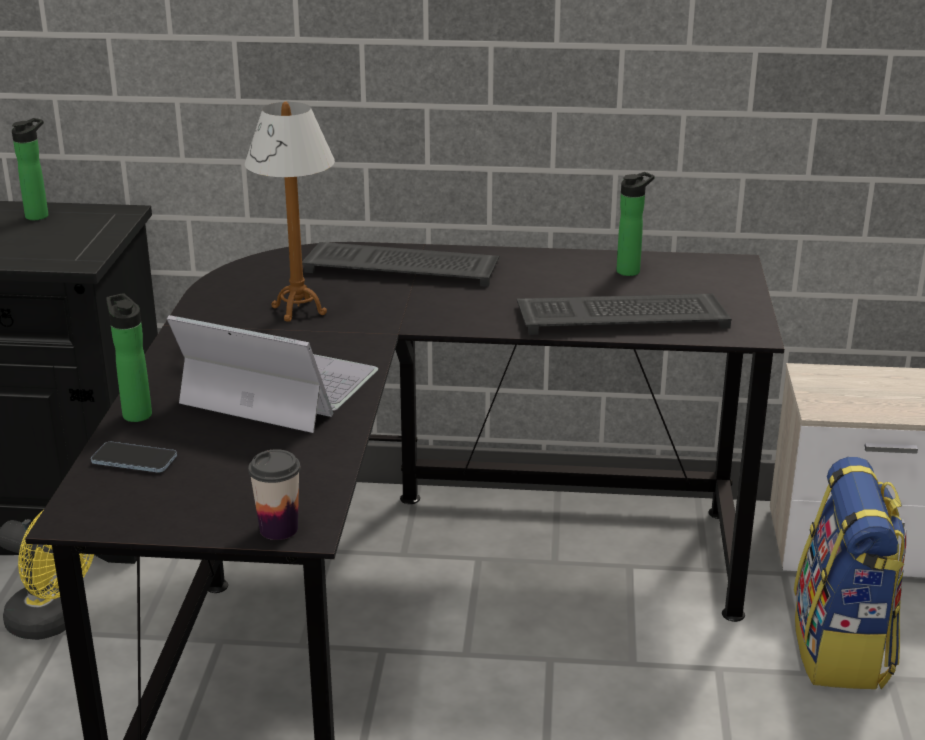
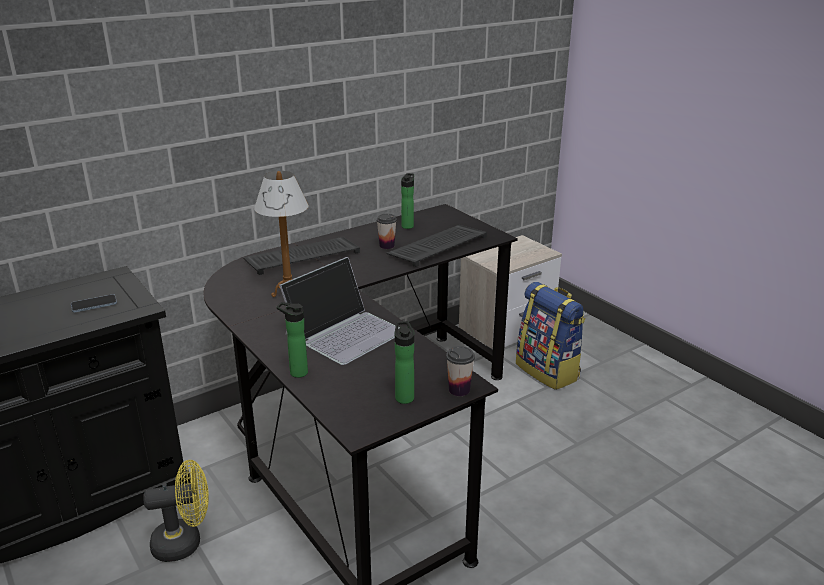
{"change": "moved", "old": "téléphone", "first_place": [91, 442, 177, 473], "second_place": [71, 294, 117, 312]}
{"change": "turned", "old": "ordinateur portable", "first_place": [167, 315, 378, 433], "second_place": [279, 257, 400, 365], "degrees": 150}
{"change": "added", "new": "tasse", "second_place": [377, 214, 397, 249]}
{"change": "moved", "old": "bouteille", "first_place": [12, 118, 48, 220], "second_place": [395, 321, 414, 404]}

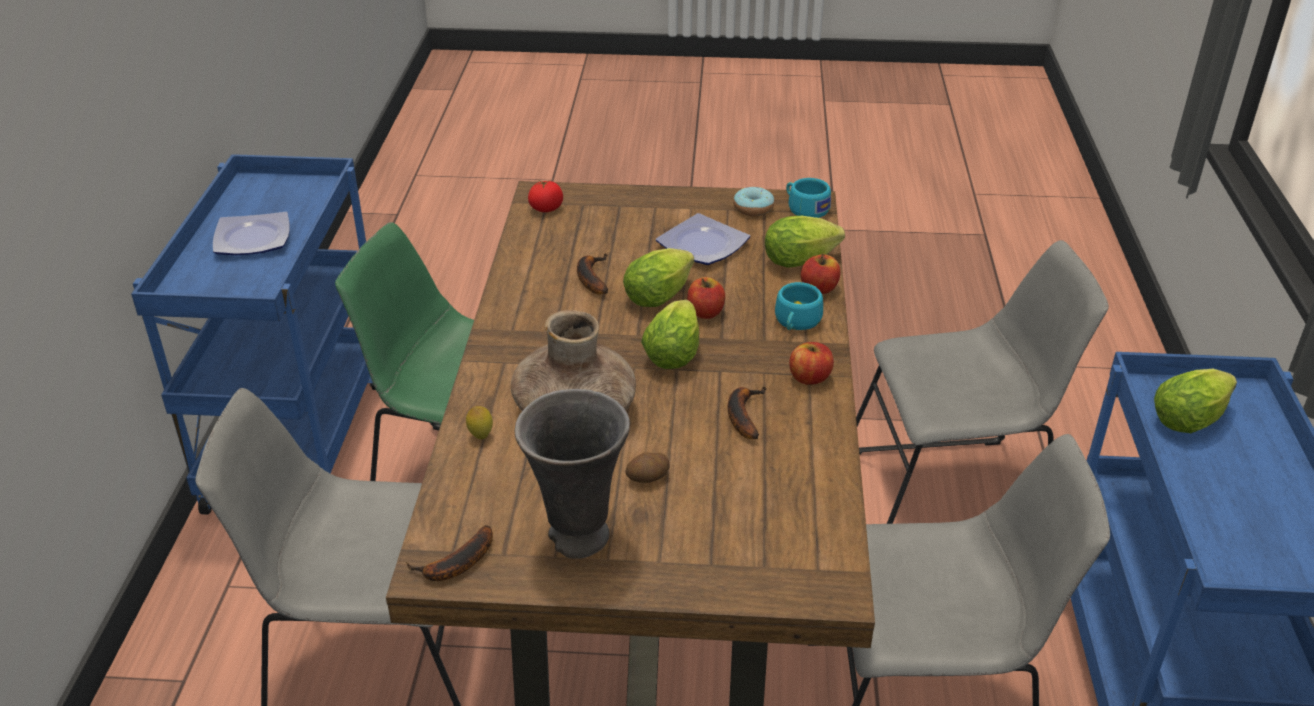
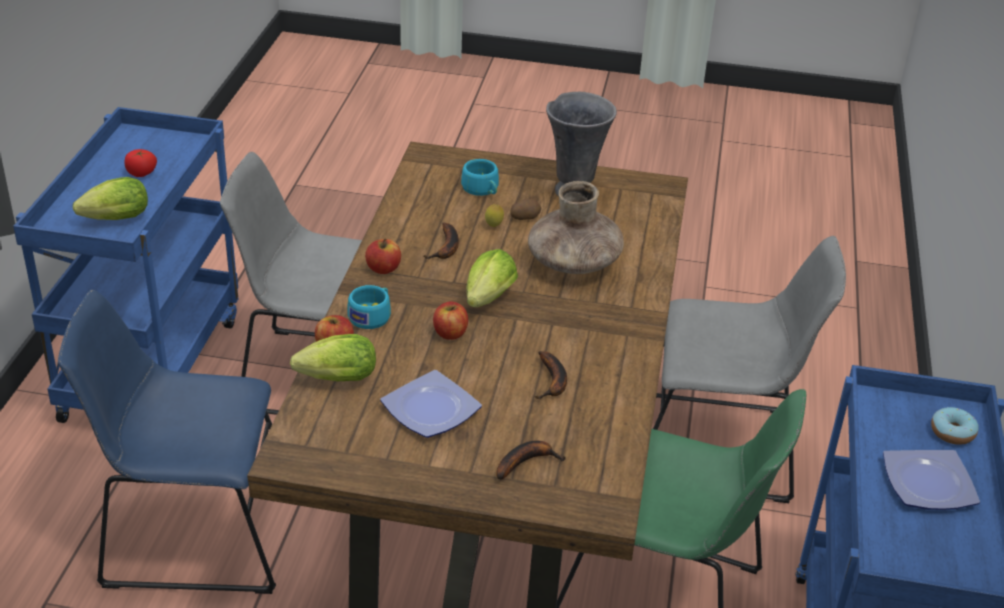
{"change": "recoloured", "old": "chaise/gris", "new": "chaise/bleu", "first_place": [856, 240, 1109, 524], "second_place": [58, 290, 276, 594]}
{"change": "moved", "old": "tomate", "first_place": [528, 180, 563, 212], "second_place": [124, 149, 157, 177]}
{"change": "moved", "old": "tasse/turquoise", "first_place": [786, 178, 831, 218], "second_place": [461, 159, 499, 196]}
{"change": "moved", "old": "citron", "first_place": [466, 406, 493, 439], "second_place": [485, 204, 504, 227]}
{"change": "moved", "old": "banane", "first_place": [405, 525, 493, 581], "second_place": [496, 440, 566, 480]}
{"change": "moved", "old": "beignet", "first_place": [733, 187, 774, 216], "second_place": [931, 407, 979, 445]}
{"change": "removed", "old": "laitue", "first_place": [623, 248, 694, 307]}

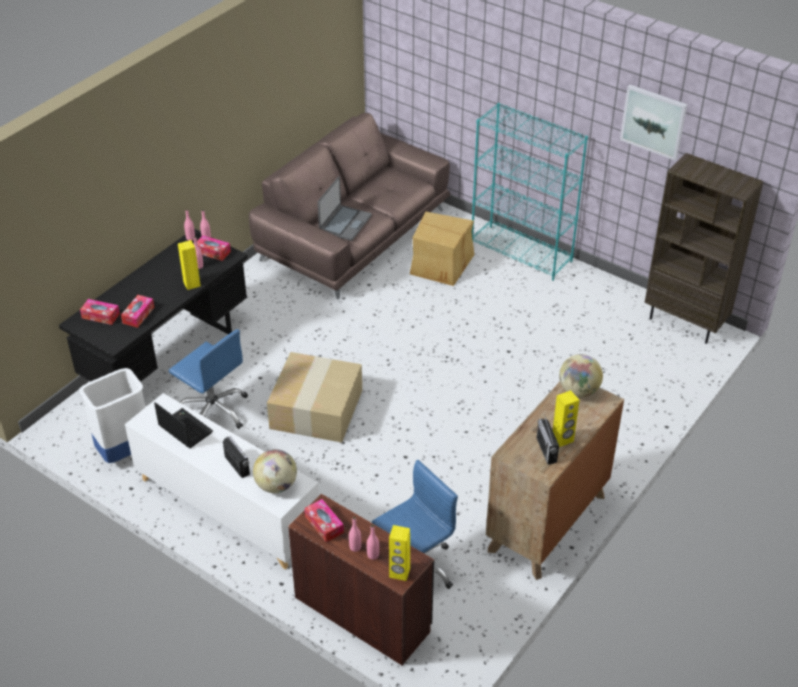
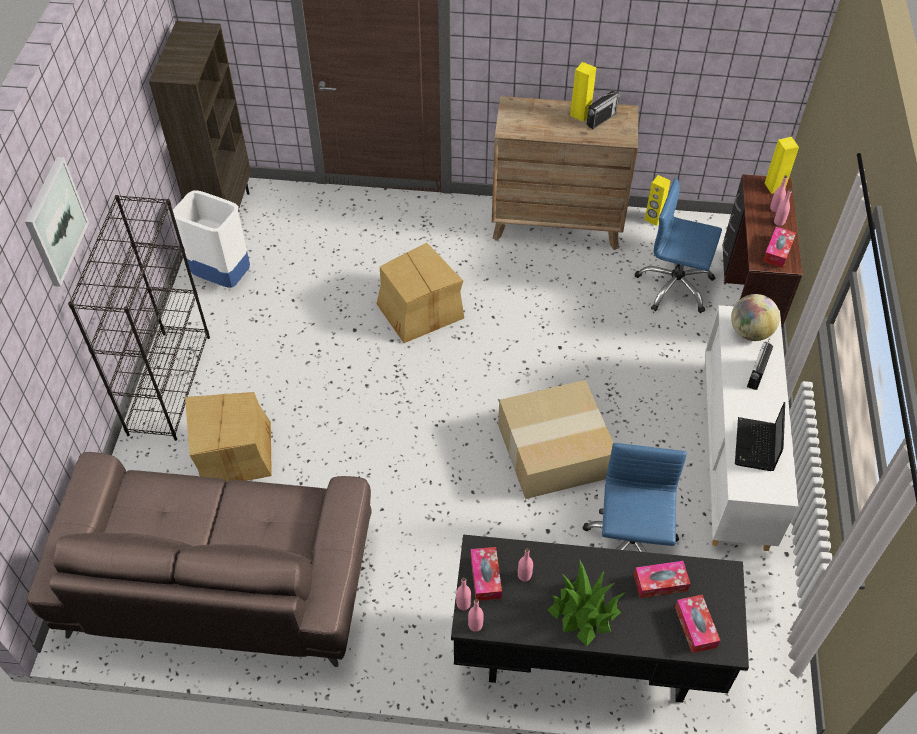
{"change": "moved", "old": "tableau", "first_place": [620, 85, 687, 160], "second_place": [25, 157, 89, 287]}
{"change": "recoloured", "old": "bibliothèque/turquoise", "new": "bibliothèque/noir", "first_place": [472, 103, 588, 281], "second_place": [68, 195, 210, 441]}
{"change": "moved", "old": "poubelle/blanc", "first_place": [79, 368, 145, 463], "second_place": [173, 191, 250, 288]}
{"change": "added", "new": "carton", "second_place": [377, 243, 464, 343]}
{"change": "added", "new": "plante en pot", "second_place": [547, 560, 624, 646]}
{"change": "moved", "old": "enceinte/jaune", "first_place": [178, 240, 201, 290], "second_place": [645, 175, 671, 226]}
{"change": "removed", "old": "ordinateur portable", "first_place": [318, 177, 372, 241]}
{"change": "removed", "old": "globe", "first_place": [559, 354, 603, 397]}

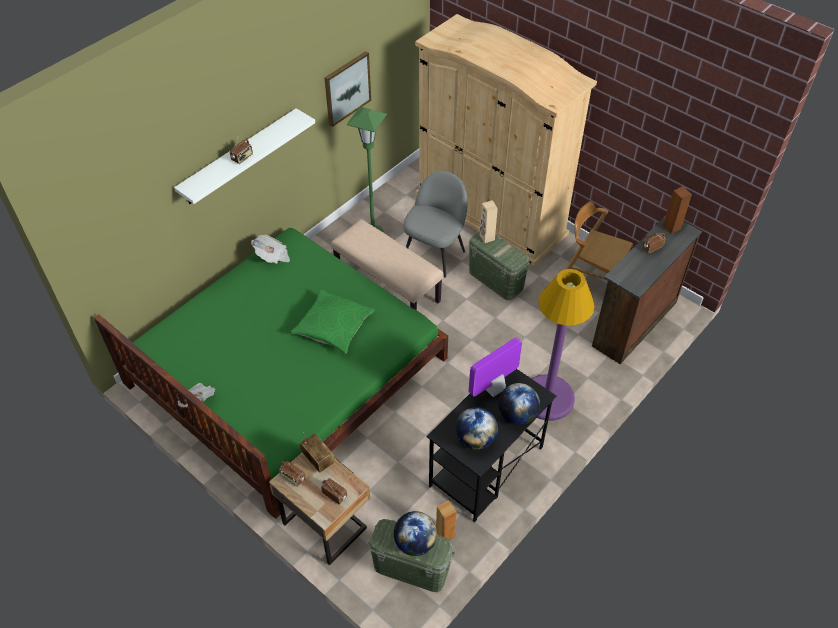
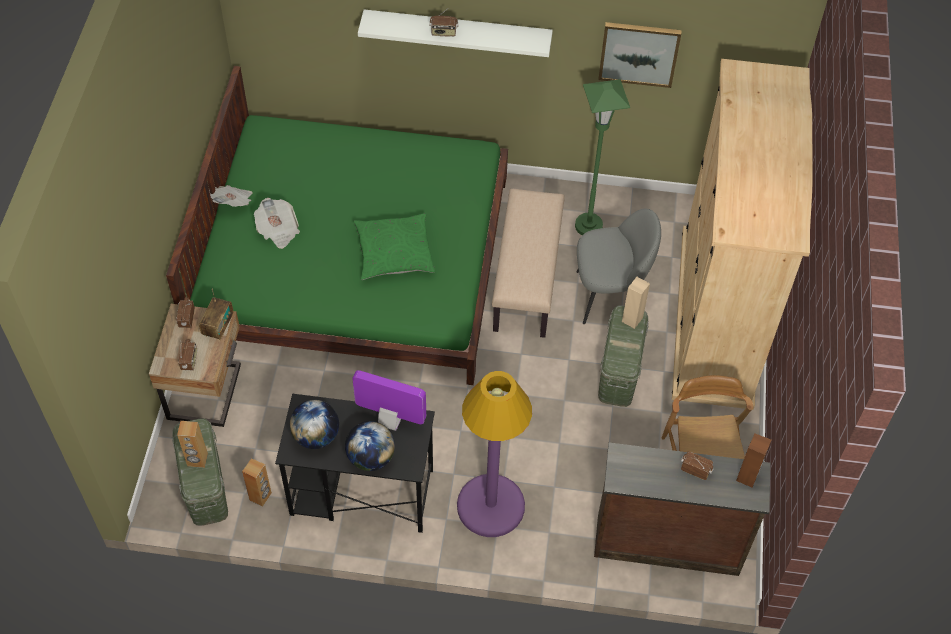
{"change": "replaced", "old": "globe", "new": "enceinte/marron", "first_place": [394, 511, 437, 556], "second_place": [177, 421, 208, 468]}
{"change": "moved", "old": "journal", "first_place": [251, 235, 290, 264], "second_place": [254, 198, 300, 249]}

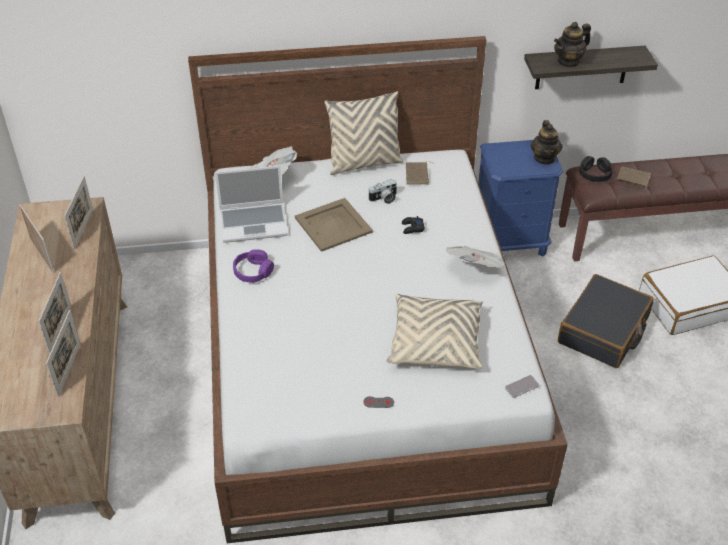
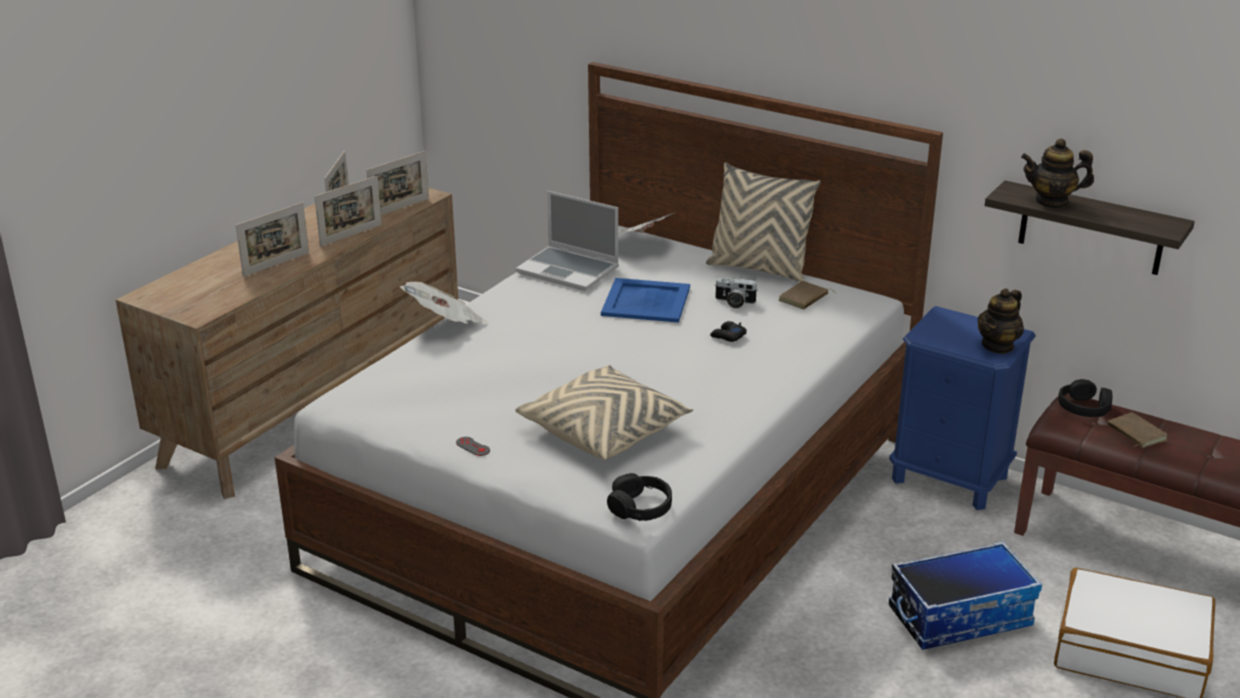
{"change": "moved", "old": "cadre photo", "first_place": [46, 310, 81, 397], "second_place": [314, 176, 382, 246]}
{"change": "moved", "old": "journal", "first_place": [446, 246, 504, 268], "second_place": [400, 281, 487, 324]}
{"change": "recoloured", "old": "plateau/beige", "new": "plateau/bleu", "first_place": [295, 198, 373, 252], "second_place": [601, 278, 690, 323]}
{"change": "replaced", "old": "téléphone", "new": "casque audio/noir", "first_place": [505, 375, 539, 398], "second_place": [607, 473, 672, 521]}
{"change": "replaced", "old": "valise/noir", "new": "boîte de rangement", "first_place": [558, 274, 654, 368], "second_place": [889, 541, 1042, 650]}
{"change": "removed", "old": "casque audio/violet", "first_place": [233, 249, 274, 283]}

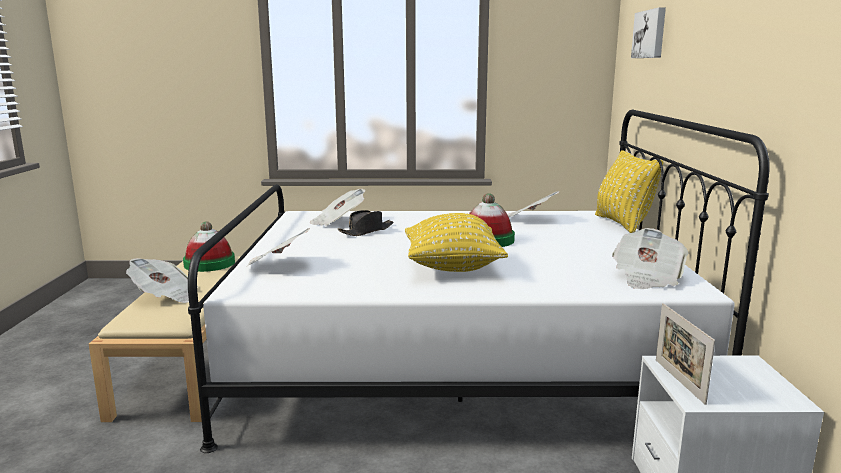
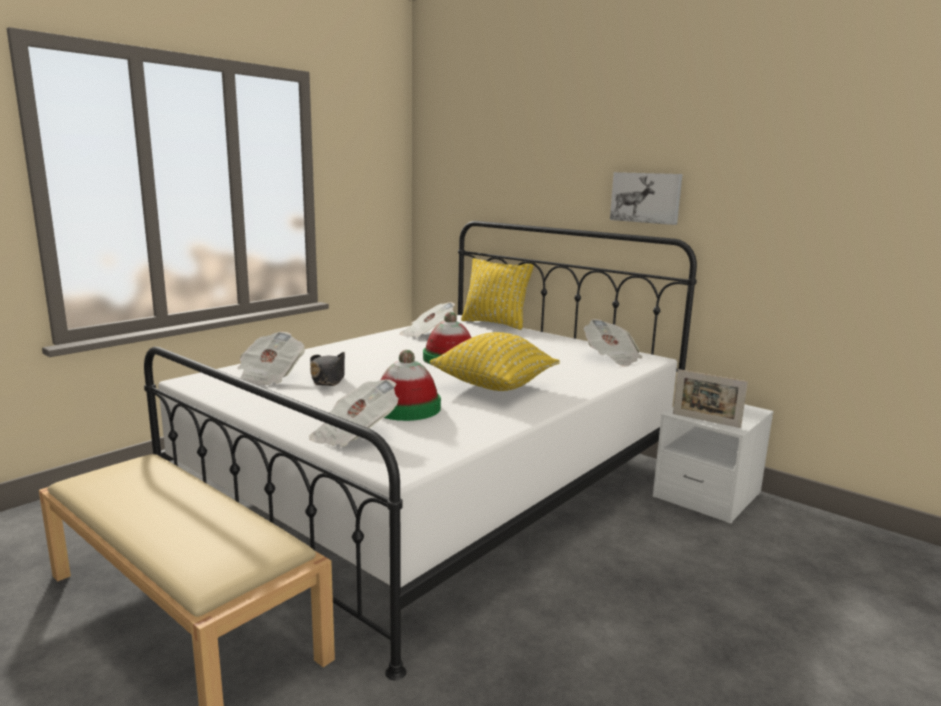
{"change": "moved", "old": "chapeau", "first_place": [183, 221, 235, 272], "second_place": [381, 350, 441, 421]}
{"change": "moved", "old": "tableau", "first_place": [631, 7, 666, 58], "second_place": [610, 172, 682, 225]}
{"change": "removed", "old": "journal", "first_place": [126, 258, 198, 303]}

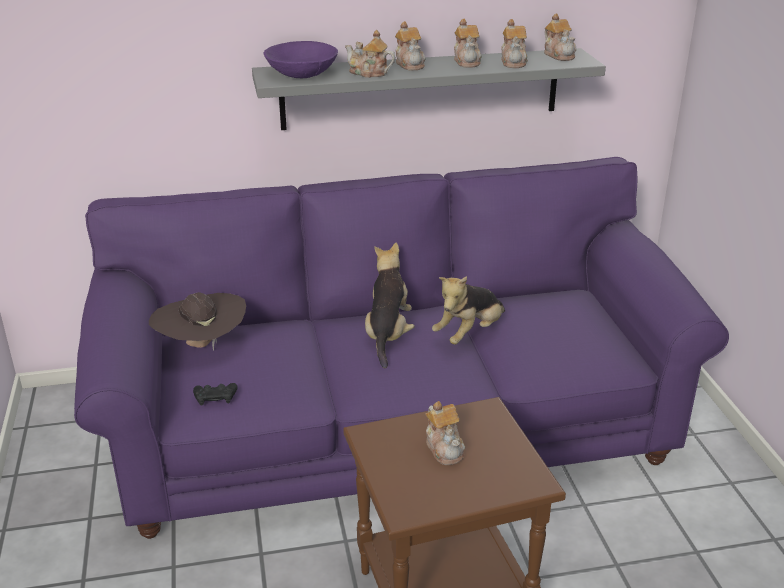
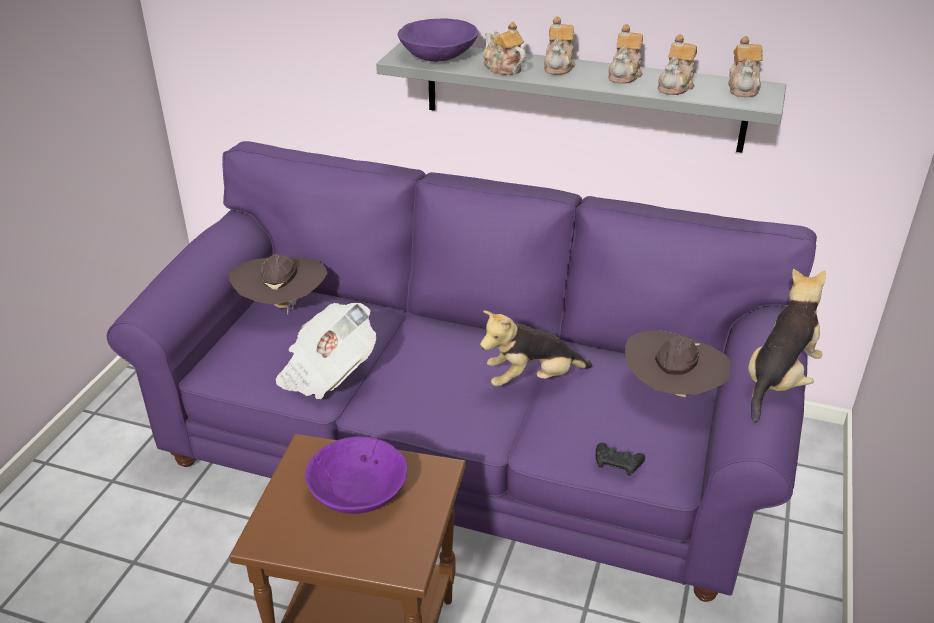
{"change": "added", "new": "journal", "second_place": [276, 303, 376, 399]}
{"change": "replaced", "old": "théière", "new": "bol/violet", "first_place": [425, 401, 465, 465], "second_place": [305, 436, 408, 514]}
{"change": "moved", "old": "manette/noir", "first_place": [193, 383, 238, 406], "second_place": [596, 443, 645, 476]}
{"change": "added", "new": "chapeau/marron", "second_place": [625, 330, 730, 397]}
{"change": "moved", "old": "peluche", "first_place": [365, 243, 415, 368], "second_place": [748, 268, 826, 422]}

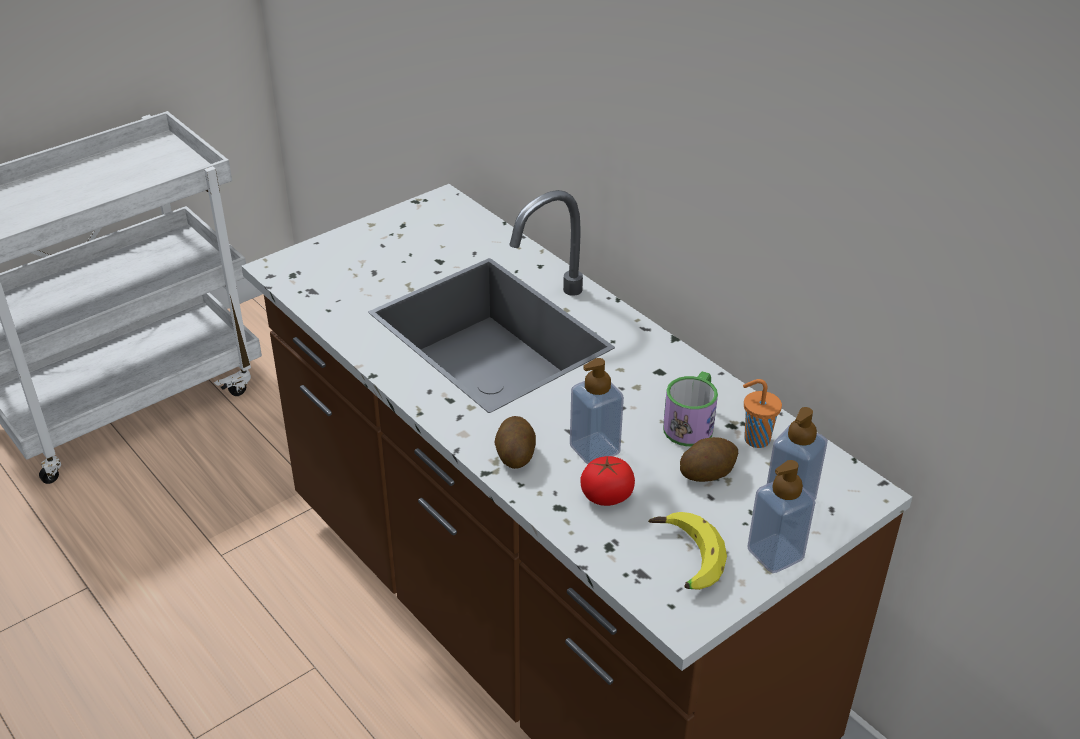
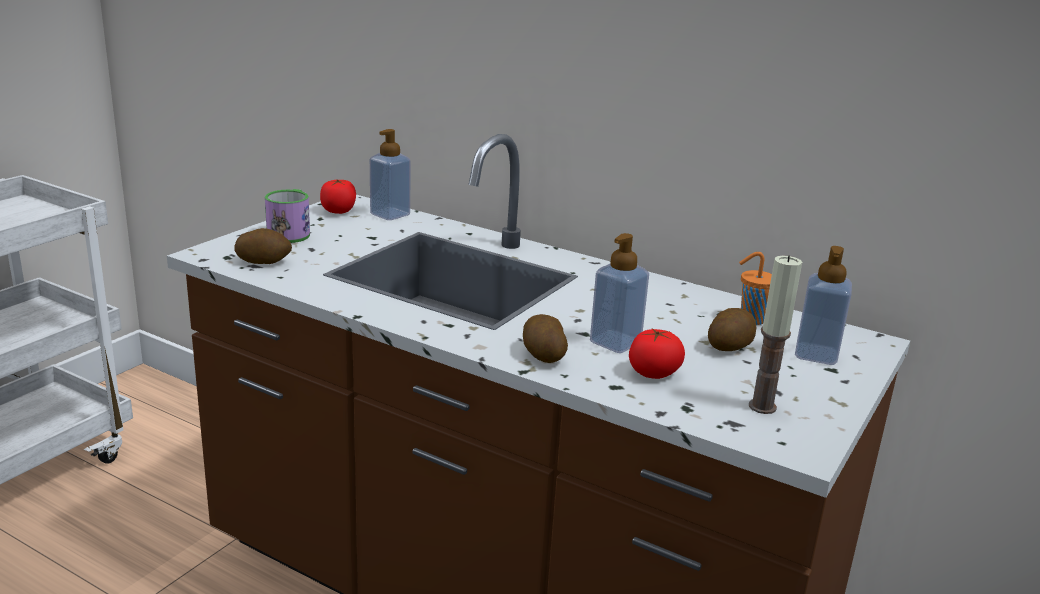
{"change": "added", "new": "pomme de terre", "second_place": [234, 228, 292, 264]}
{"change": "moved", "old": "mug", "first_place": [663, 371, 718, 446], "second_place": [265, 189, 310, 243]}
{"change": "added", "new": "tomate", "second_place": [320, 179, 356, 214]}
{"change": "moved", "old": "distributeur de savon", "first_place": [747, 460, 816, 573], "second_place": [370, 129, 411, 220]}
{"change": "replaced", "old": "banane", "new": "bougie", "first_place": [648, 512, 727, 590], "second_place": [749, 255, 802, 414]}

